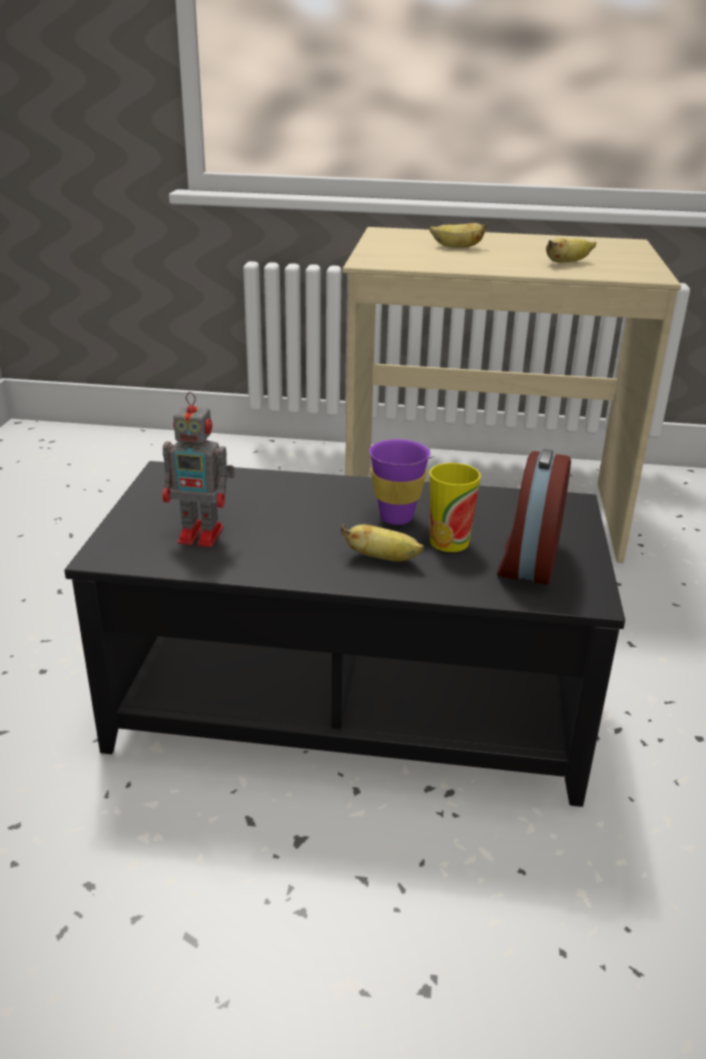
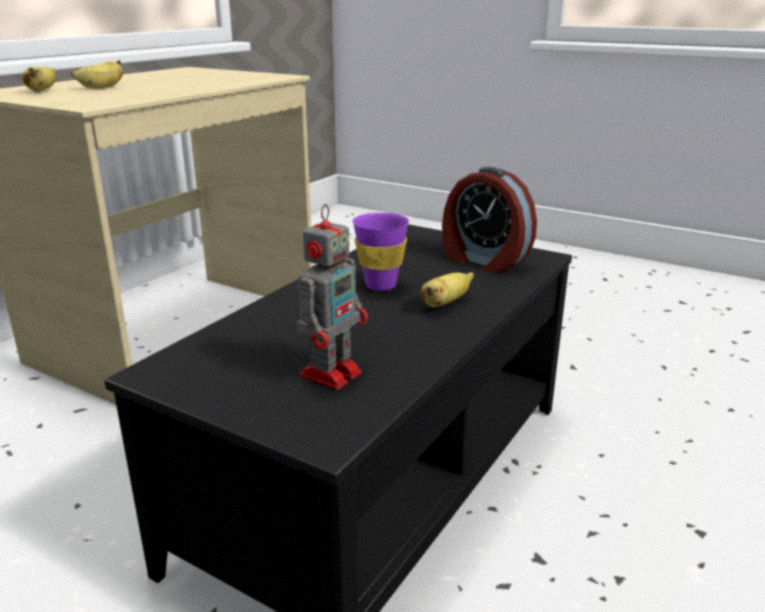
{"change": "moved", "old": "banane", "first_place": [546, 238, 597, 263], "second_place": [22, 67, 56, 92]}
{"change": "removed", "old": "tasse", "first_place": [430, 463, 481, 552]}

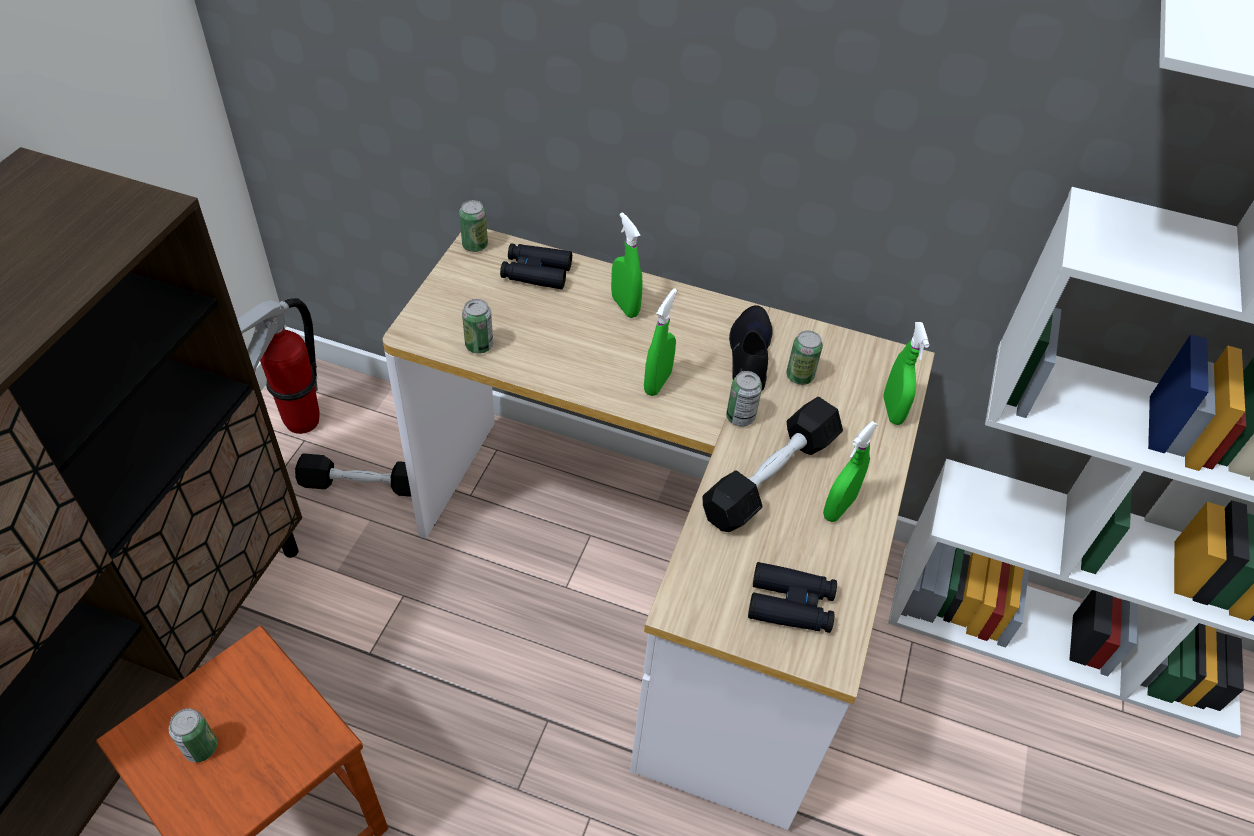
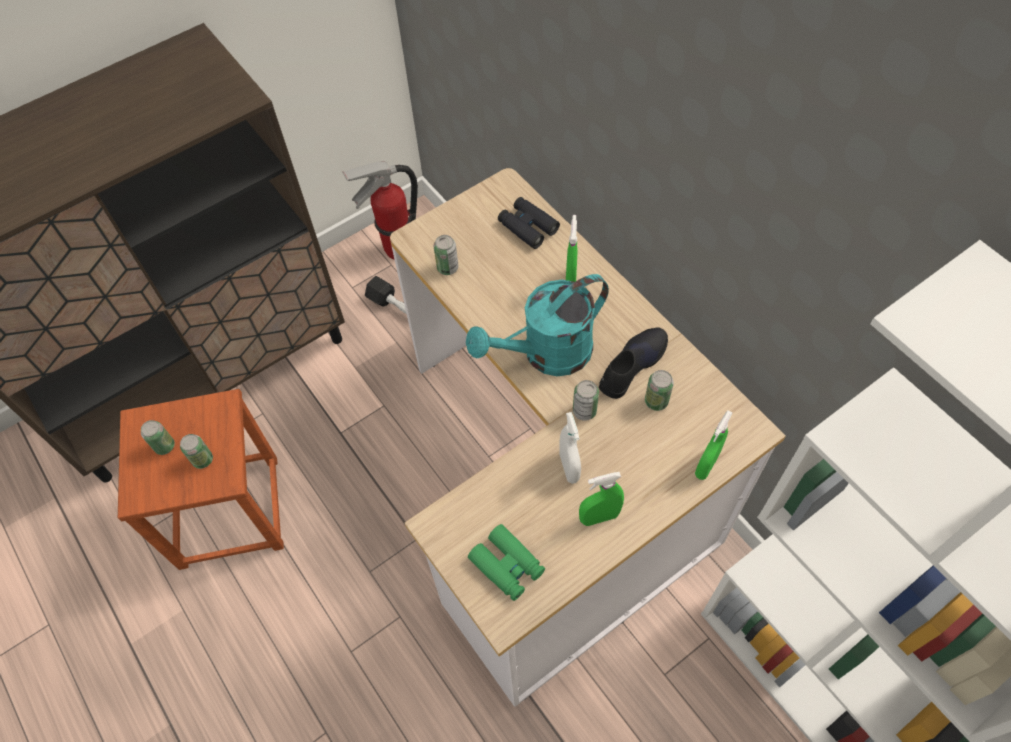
{"change": "moved", "old": "boîte métallique", "first_place": [459, 200, 488, 252], "second_place": [180, 434, 213, 469]}
{"change": "replaced", "old": "vaporisateur/vert", "new": "arrosoir/turquoise", "first_place": [644, 288, 677, 396], "second_place": [466, 274, 609, 376]}
{"change": "recoloured", "old": "jumelles/noir", "new": "jumelles/vert", "first_place": [748, 562, 837, 633], "second_place": [468, 524, 545, 601]}
{"change": "replaced", "old": "haltère/noir", "new": "vaporisateur/blanc", "first_place": [703, 397, 843, 532], "second_place": [559, 412, 581, 484]}

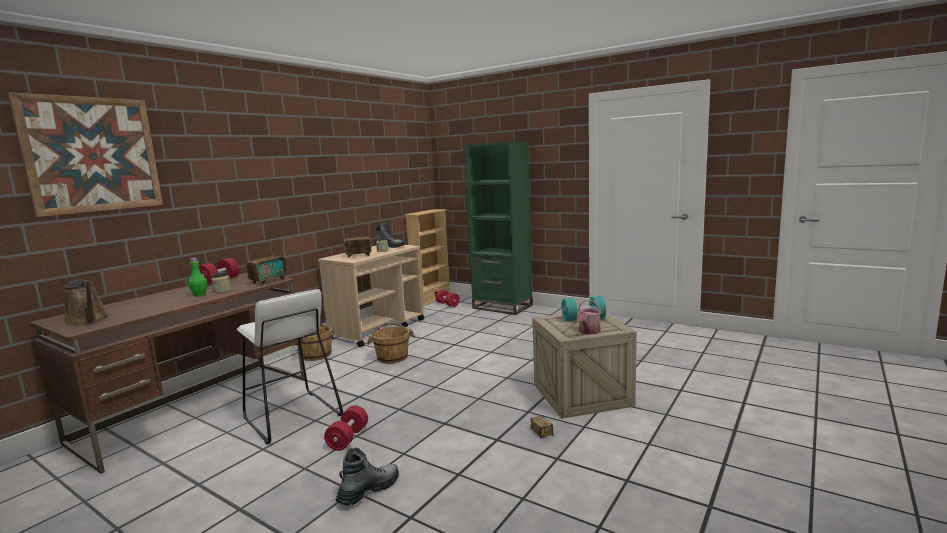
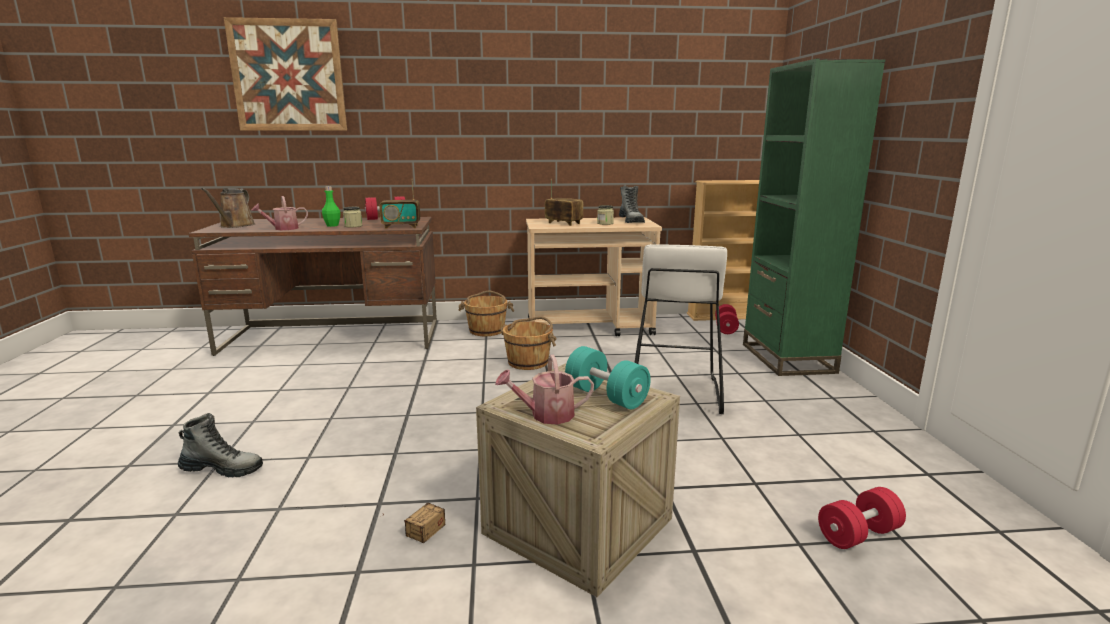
{"change": "added", "new": "arrosoir", "second_place": [251, 196, 308, 230]}
{"change": "moved", "old": "tabouret/blanc", "first_place": [237, 289, 343, 445], "second_place": [634, 244, 727, 414]}
{"change": "moved", "old": "haltère/rouge", "first_place": [324, 405, 368, 451], "second_place": [818, 487, 906, 549]}

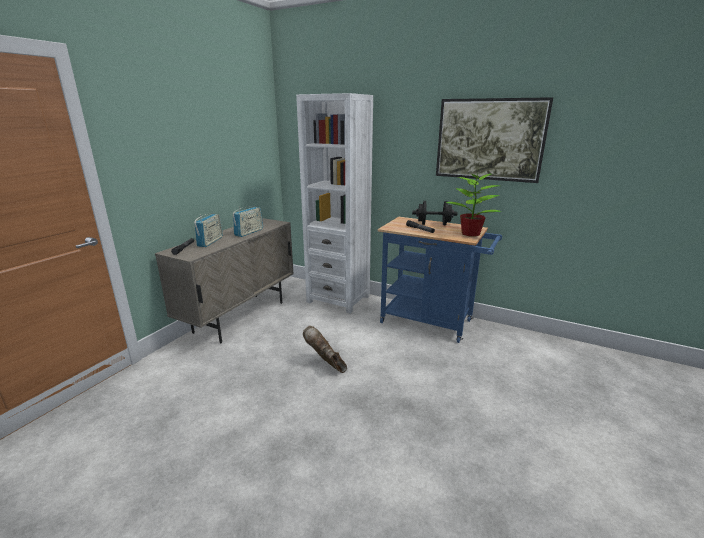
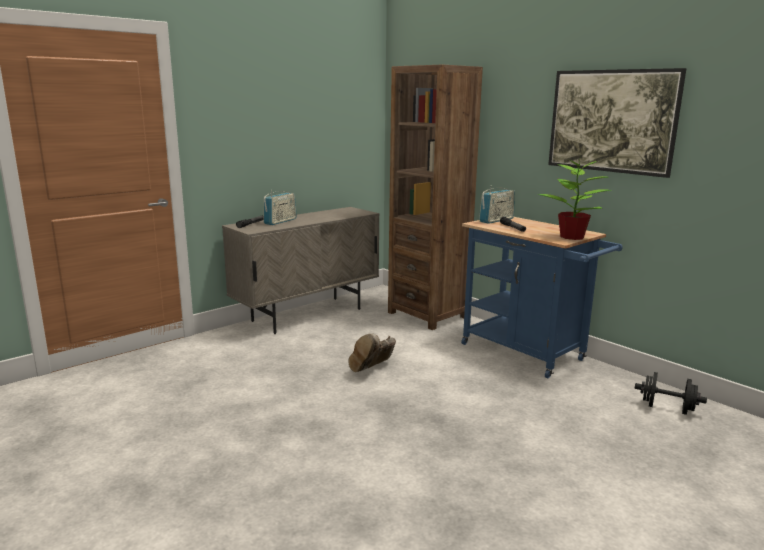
{"change": "turned", "old": "botte/marron", "first_place": [303, 326, 347, 373], "second_place": [348, 333, 396, 372], "degrees": -120}
{"change": "recoloured", "old": "bibliothèque/blanc", "new": "bibliothèque/marron", "first_place": [296, 93, 373, 314], "second_place": [388, 65, 483, 330]}
{"change": "moved", "old": "radio", "first_place": [233, 206, 263, 237], "second_place": [479, 186, 515, 224]}
{"change": "moved", "old": "haltère/noir", "first_place": [412, 201, 458, 225], "second_place": [635, 372, 707, 415]}

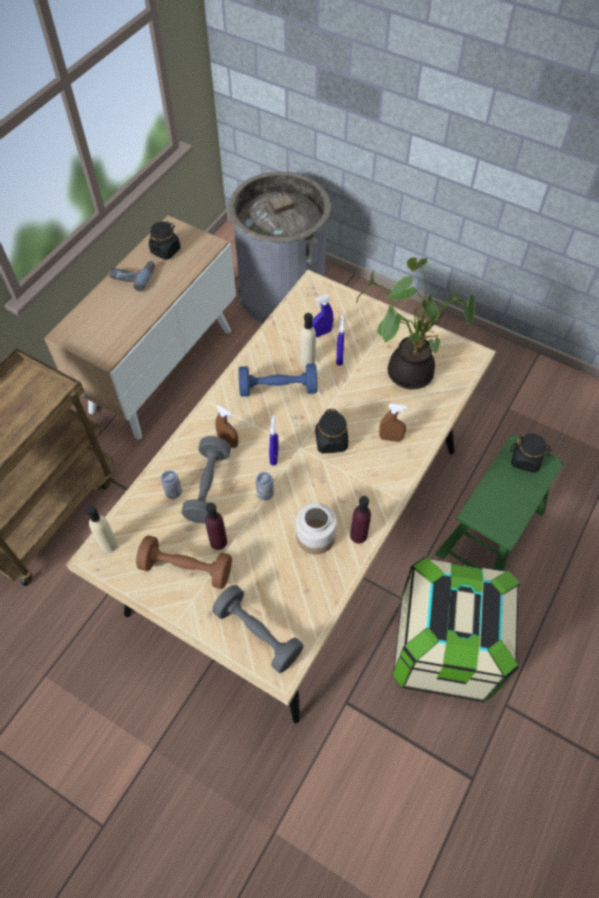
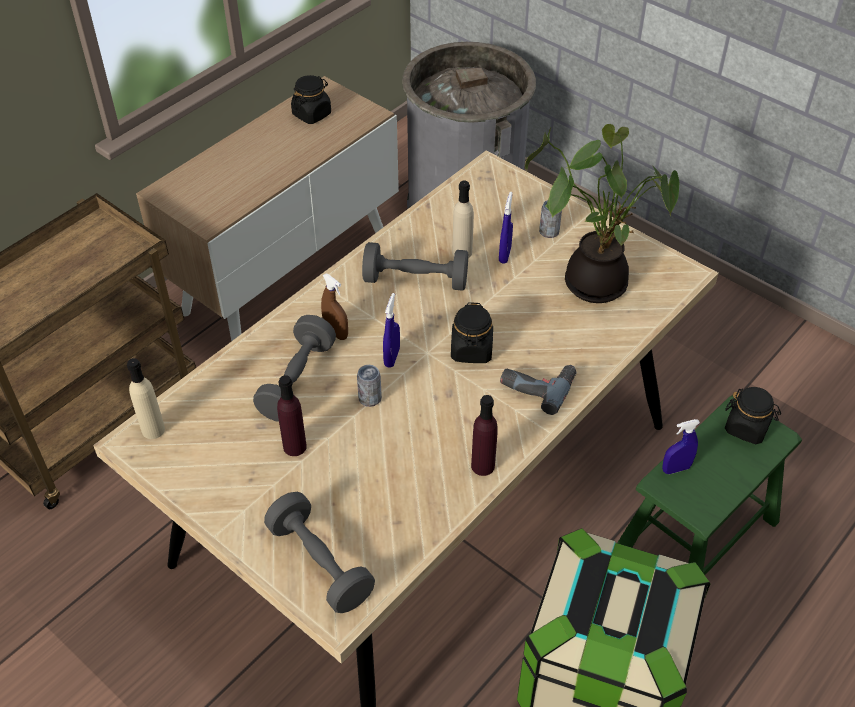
{"change": "recoloured", "old": "haltère/bleu", "new": "haltère/gris", "first_place": [238, 364, 317, 397], "second_place": [362, 242, 468, 291]}
{"change": "moved", "old": "perceuse", "first_place": [109, 261, 155, 292], "second_place": [500, 365, 576, 415]}
{"change": "moved", "old": "boîte métallique", "first_place": [161, 470, 182, 499], "second_place": [539, 200, 562, 238]}
{"change": "moved", "old": "vaporisateur/bleu", "first_place": [312, 294, 333, 337], "second_place": [662, 419, 700, 474]}
{"change": "removed", "old": "haltère/marron", "first_place": [136, 535, 232, 589]}
{"change": "removed", "old": "bocal", "first_place": [296, 503, 337, 554]}
{"change": "removed", "old": "vaporisateur/marron", "first_place": [379, 404, 407, 442]}

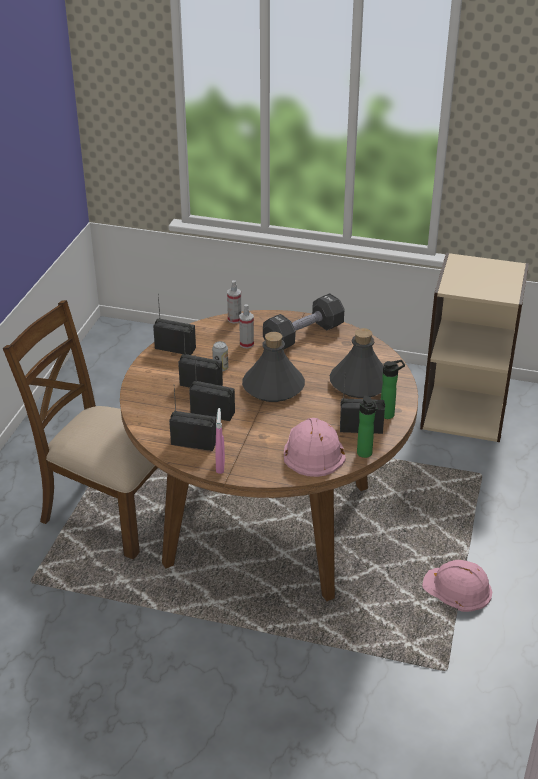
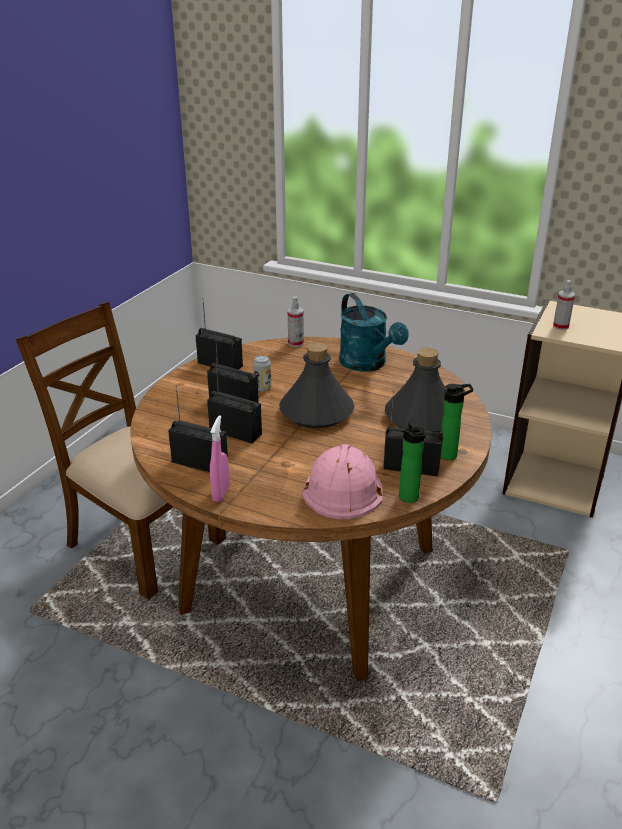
{"change": "replaced", "old": "haltère/noir", "new": "arrosoir/turquoise", "first_place": [263, 293, 344, 350], "second_place": [339, 293, 409, 372]}
{"change": "moved", "old": "vaporisateur", "first_place": [239, 304, 254, 349], "second_place": [553, 280, 575, 330]}
{"change": "removed", "old": "casque de chantier/rose", "first_place": [422, 560, 492, 612]}

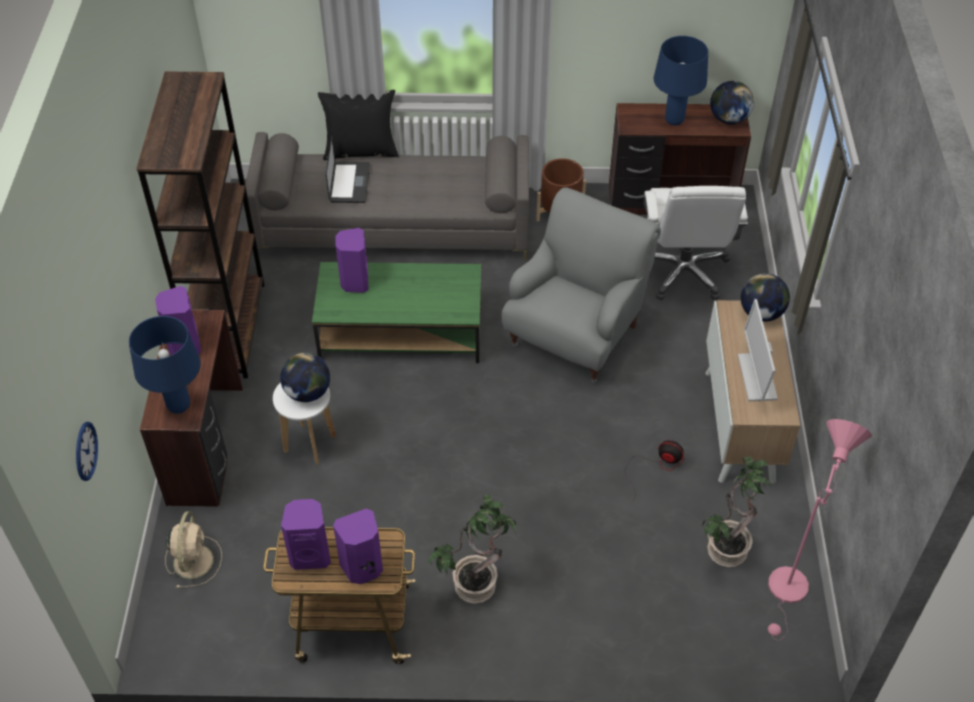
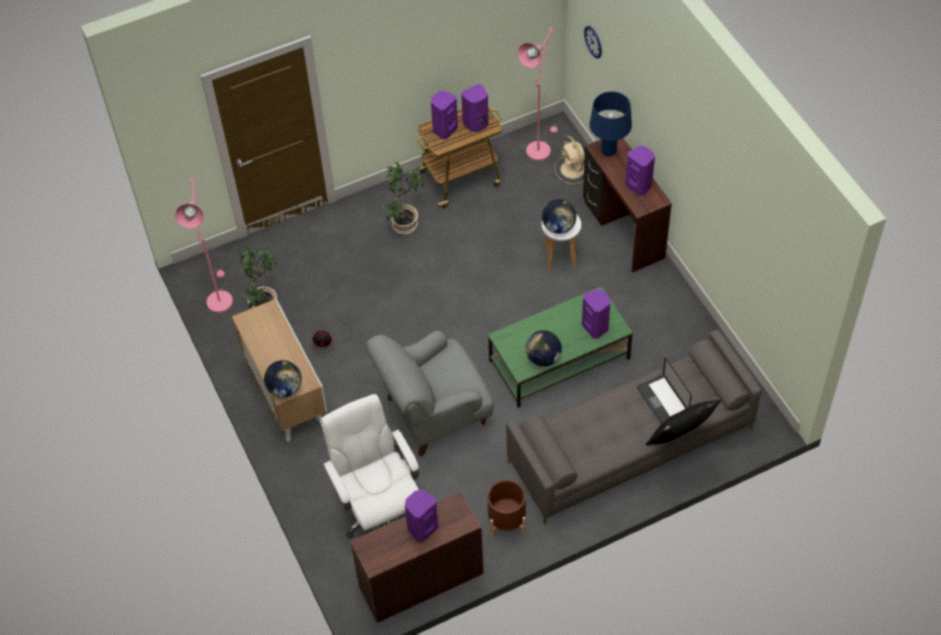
{"change": "turned", "old": "fauteuil/gris", "first_place": [502, 187, 661, 382], "second_place": [366, 331, 494, 457], "degrees": 60}
{"change": "replaced", "old": "lampe de table/bleu", "new": "enceinte/violet", "first_place": [654, 36, 708, 125], "second_place": [405, 490, 439, 542]}
{"change": "added", "new": "lampadaire/rose", "second_place": [518, 27, 558, 161]}
{"change": "moved", "old": "globe", "first_place": [710, 81, 754, 124], "second_place": [526, 330, 562, 367]}
{"change": "removed", "old": "bibliothèque/marron", "first_place": [136, 71, 265, 378]}
{"change": "removed", "old": "écran d'ordinateur", "first_place": [738, 299, 778, 401]}

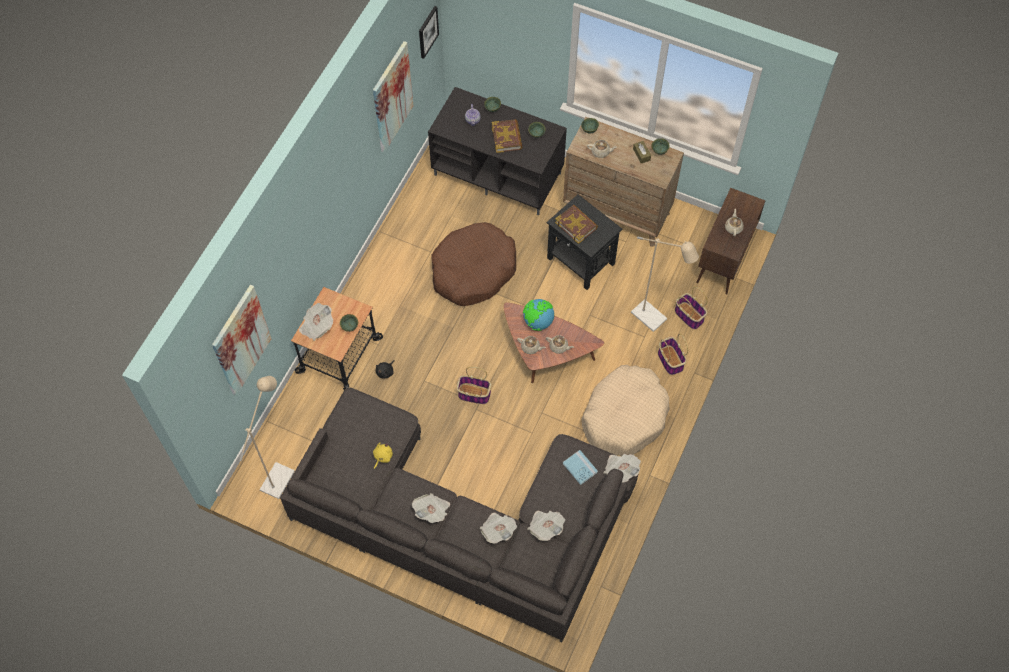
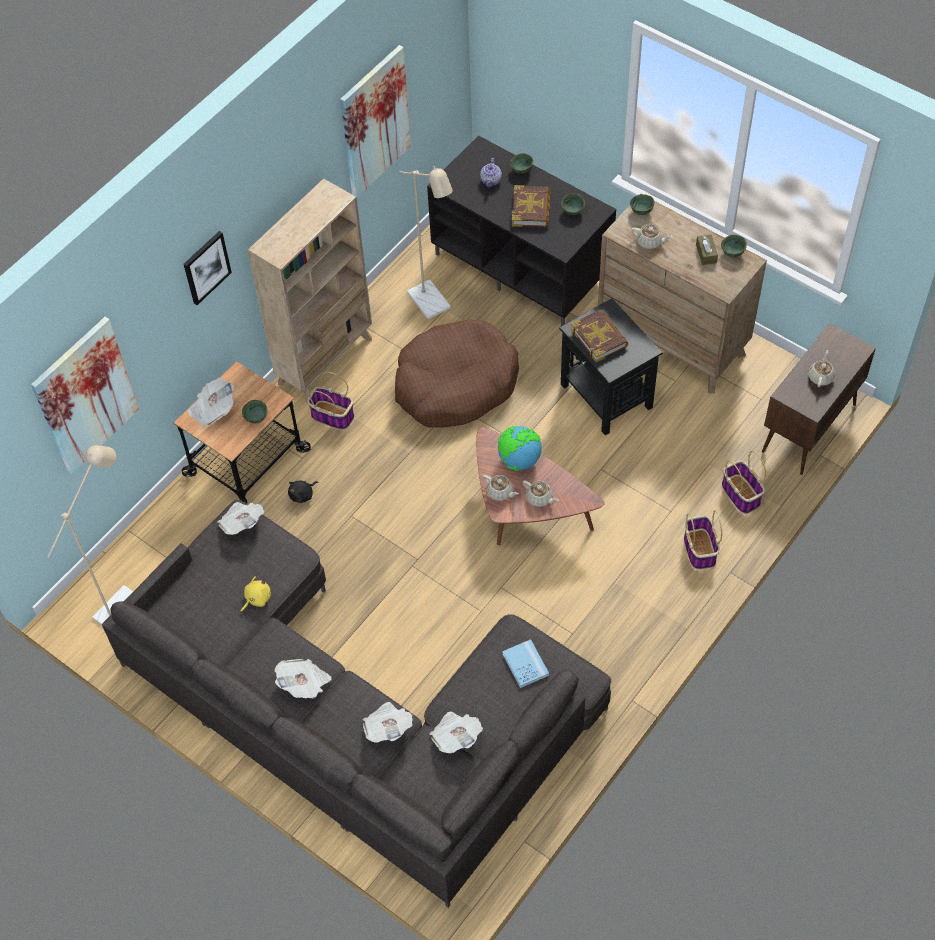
{"change": "moved", "old": "tableau", "first_place": [419, 6, 439, 59], "second_place": [184, 231, 232, 305]}
{"change": "moved", "old": "journal", "first_place": [604, 454, 641, 483], "second_place": [217, 502, 264, 535]}
{"change": "added", "new": "bibliothèque/beige", "second_place": [248, 178, 372, 403]}
{"change": "moved", "old": "panier", "first_place": [457, 366, 491, 404], "second_place": [307, 372, 354, 430]}
{"change": "moved", "old": "lampadaire/beige", "first_place": [631, 236, 699, 332], "second_place": [399, 166, 453, 319]}
{"change": "removed", "old": "panier pour chien/beige", "first_place": [582, 365, 670, 456]}

